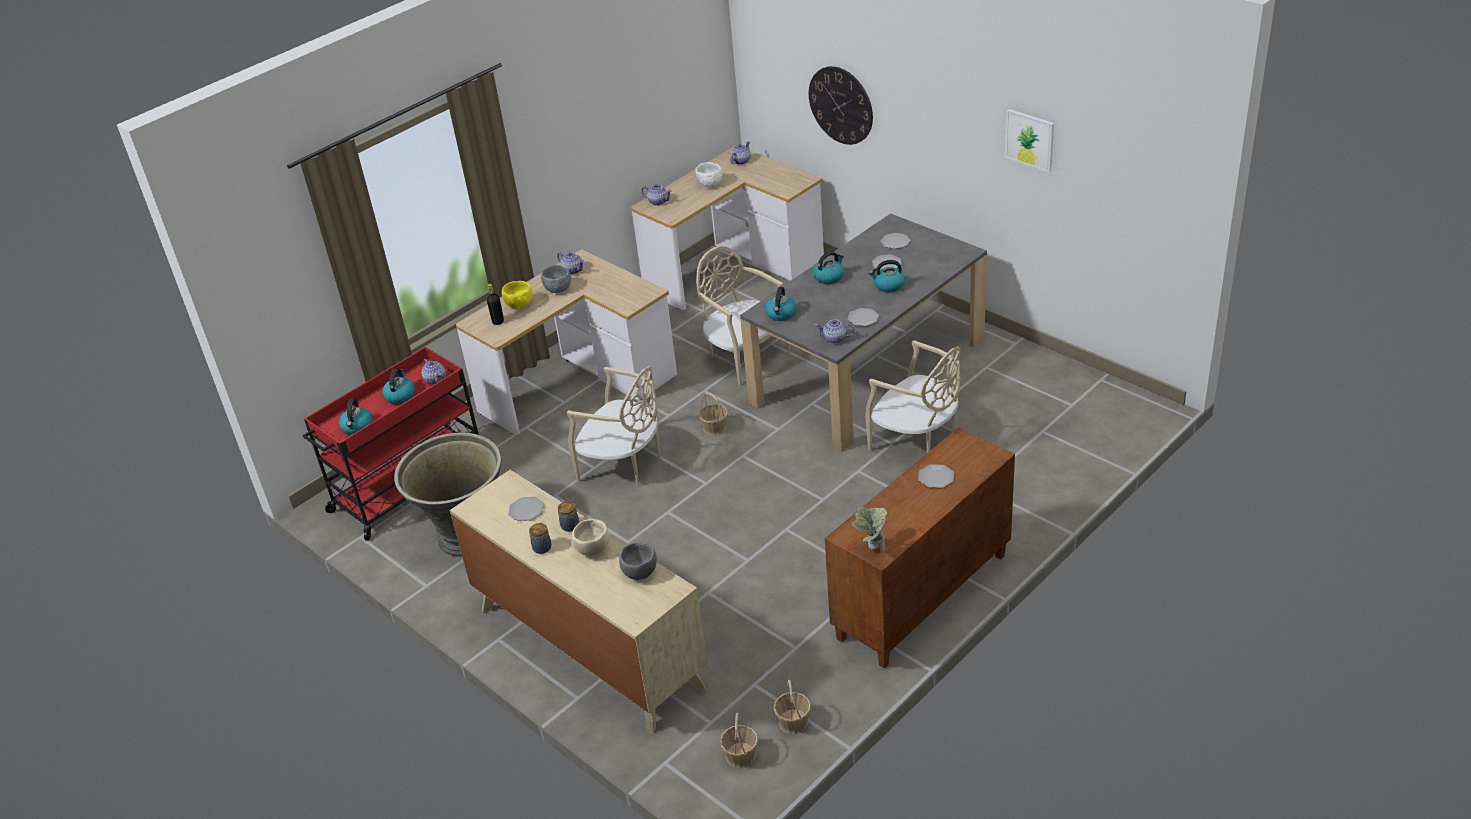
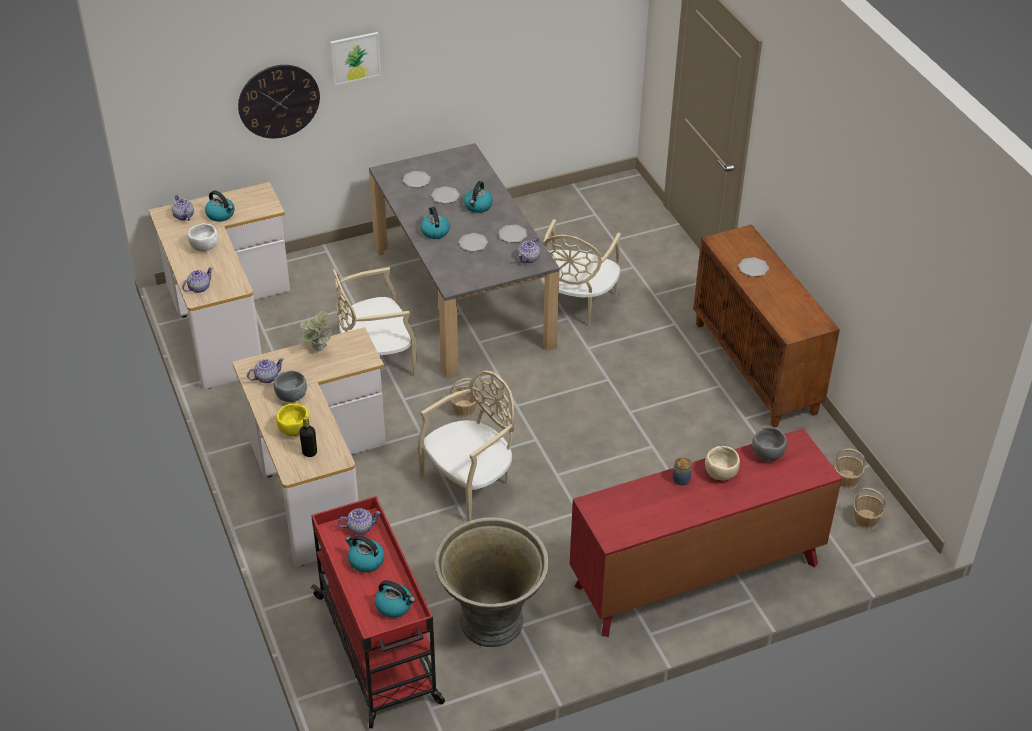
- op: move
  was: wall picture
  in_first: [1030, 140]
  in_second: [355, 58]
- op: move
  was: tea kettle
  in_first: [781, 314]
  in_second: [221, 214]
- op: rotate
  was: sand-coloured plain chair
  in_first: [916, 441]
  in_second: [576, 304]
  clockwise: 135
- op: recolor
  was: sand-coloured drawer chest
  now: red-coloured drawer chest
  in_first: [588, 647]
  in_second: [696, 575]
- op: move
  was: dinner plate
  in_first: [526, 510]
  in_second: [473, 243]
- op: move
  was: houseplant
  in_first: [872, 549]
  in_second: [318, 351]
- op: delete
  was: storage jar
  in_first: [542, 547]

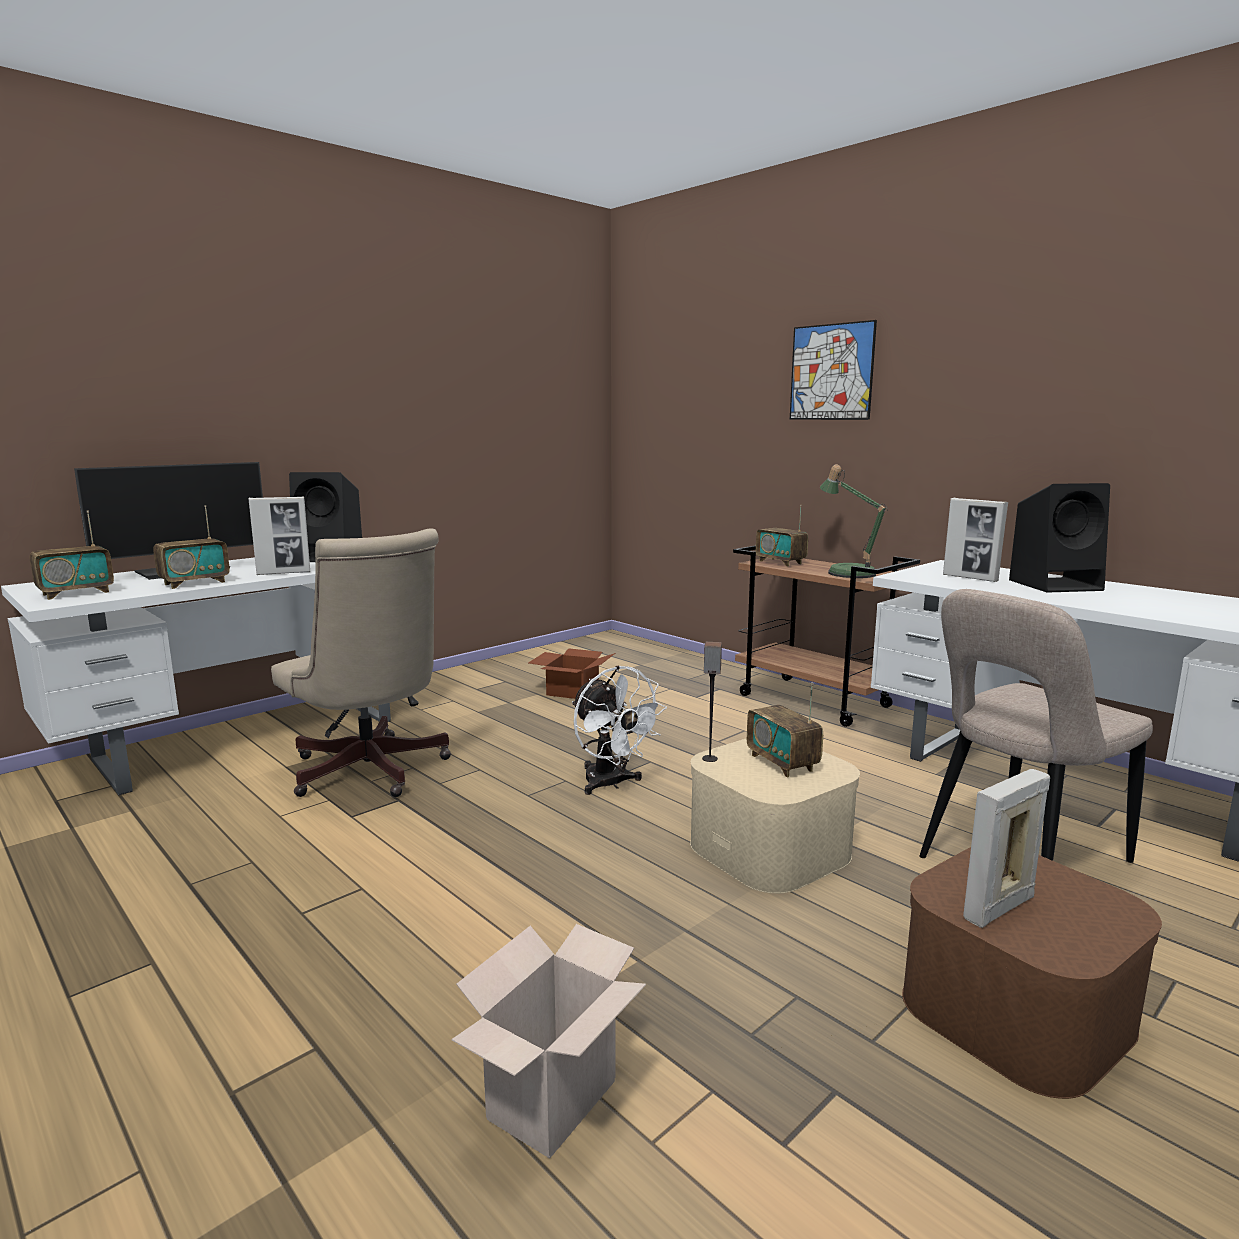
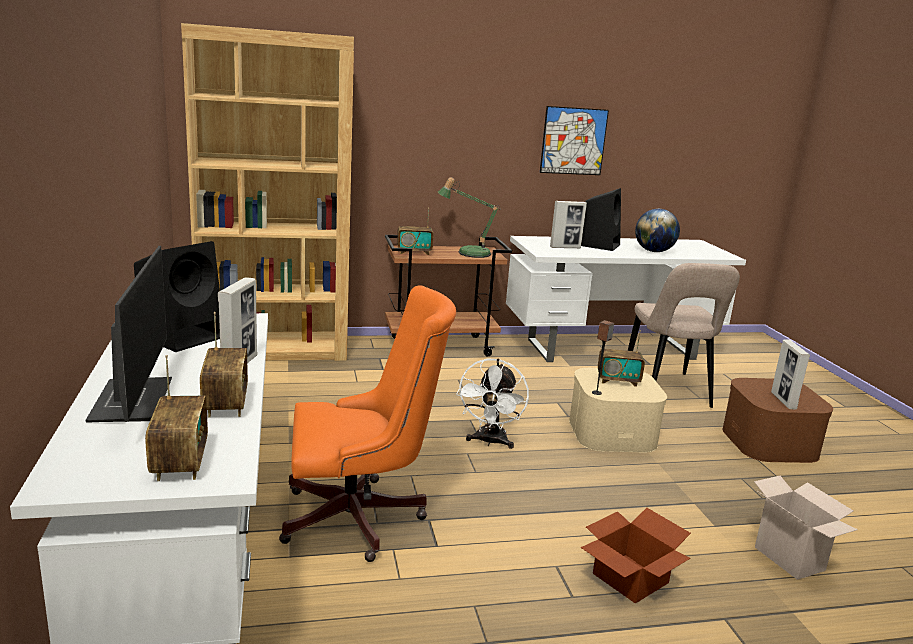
- op: move
  was: wall picture
  in_first: [831, 372]
  in_second: [573, 141]
- op: recolor
  was: sand-coloured computer chair
  now: orangey computer chair
  in_first: [371, 773]
  in_second: [361, 519]
- op: move
  was: cardboard box
  in_first: [571, 690]
  in_second: [628, 578]
- op: rotate
  was: white electric fan
  in_first: [611, 784]
  in_second: [490, 442]
  clockwise: 105
- op: insert
  now: brown shelving unit
  in_second: [274, 349]
- op: insert
  now: desk globe
  in_second: [654, 251]

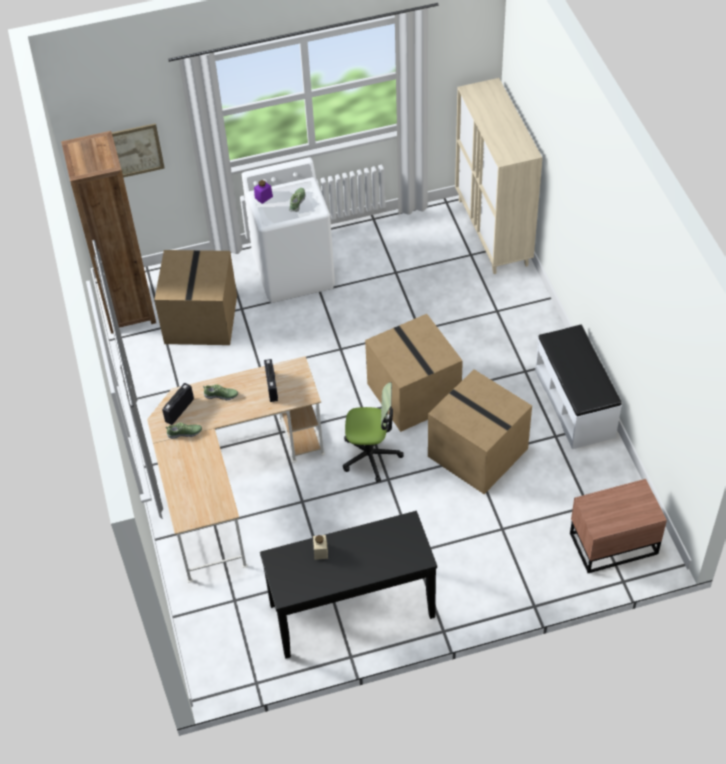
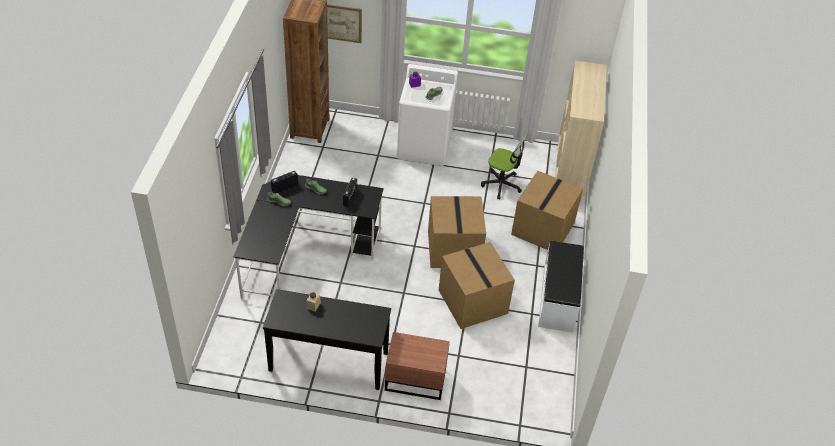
- op: move
  was: cardboard box
  in_first: [200, 318]
  in_second: [542, 227]
- op: recolor
  was: sand-coloured desk
  now: black-coloured desk
  in_first: [229, 482]
  in_second: [303, 252]
- op: move
  was: computer chair
  in_first: [371, 455]
  in_second: [501, 184]
- op: move
  was: brown night table
  in_first: [611, 542]
  in_second: [414, 378]

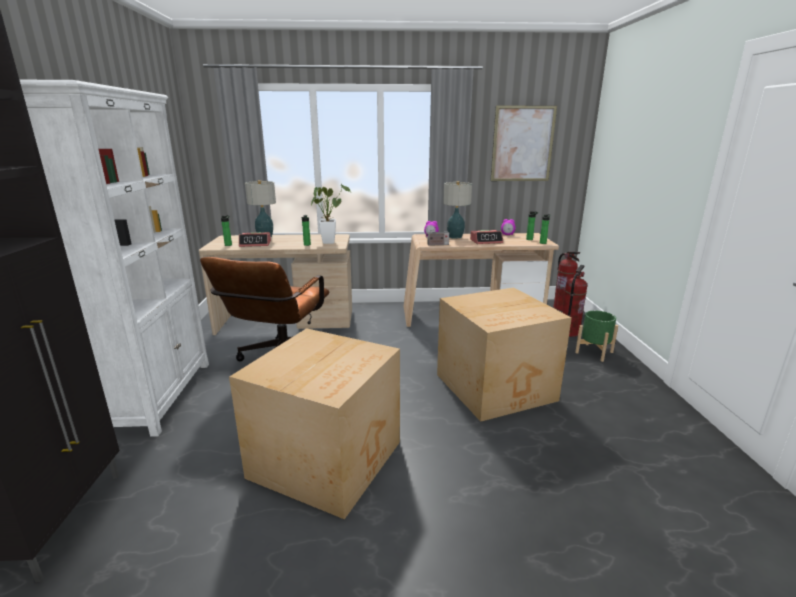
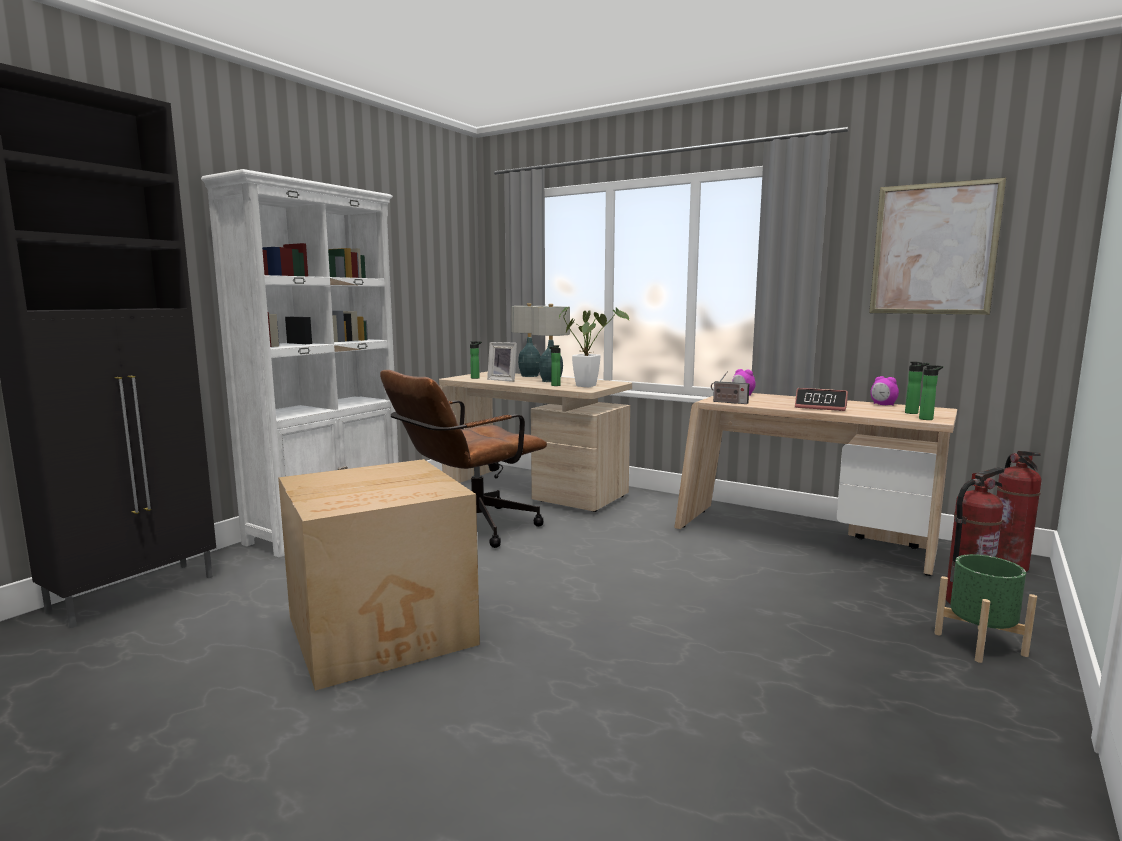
- op: move
  was: lamp for a table
  in_first: [455, 237]
  in_second: [551, 381]
- op: replace
  was: alarm clock
  now: photo frame
  in_first: [255, 244]
  in_second: [503, 380]
- op: delete
  was: cardboard box
  in_first: [497, 387]

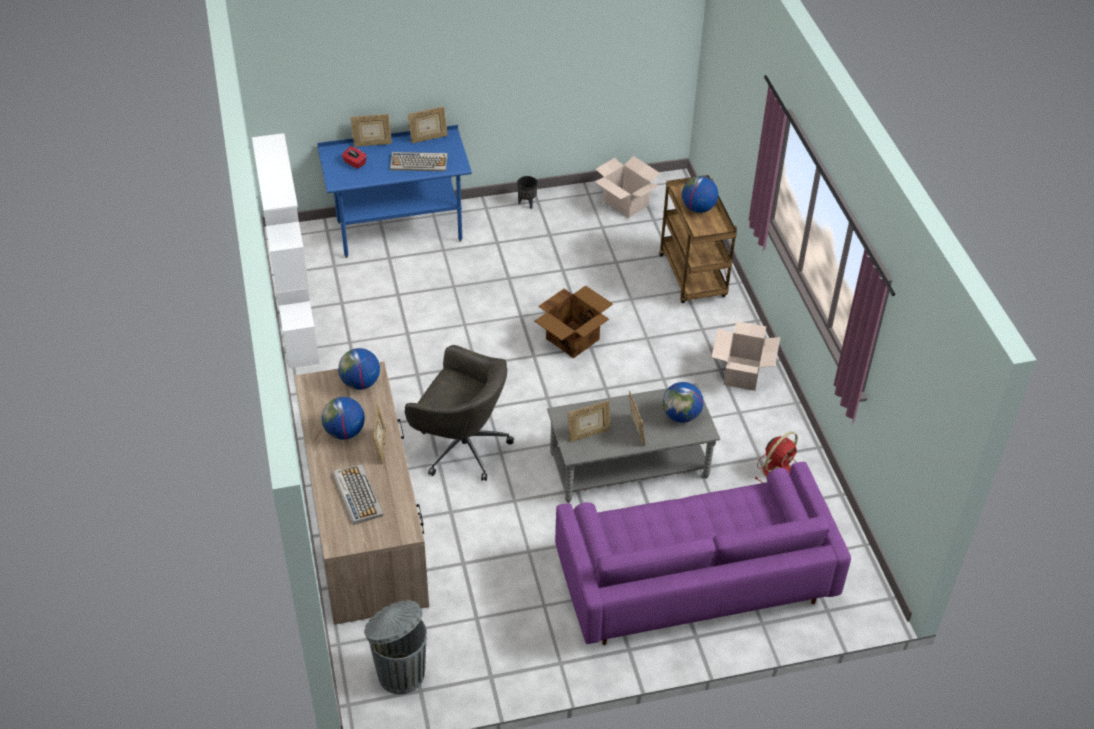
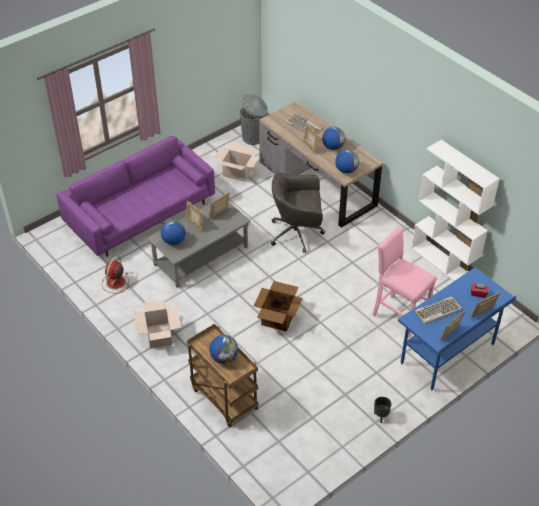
- op: move
  was: cardboard box
  in_first: [626, 203]
  in_second: [237, 173]
- op: insert
  now: pink-coloured sitting stool
  in_second: [399, 315]

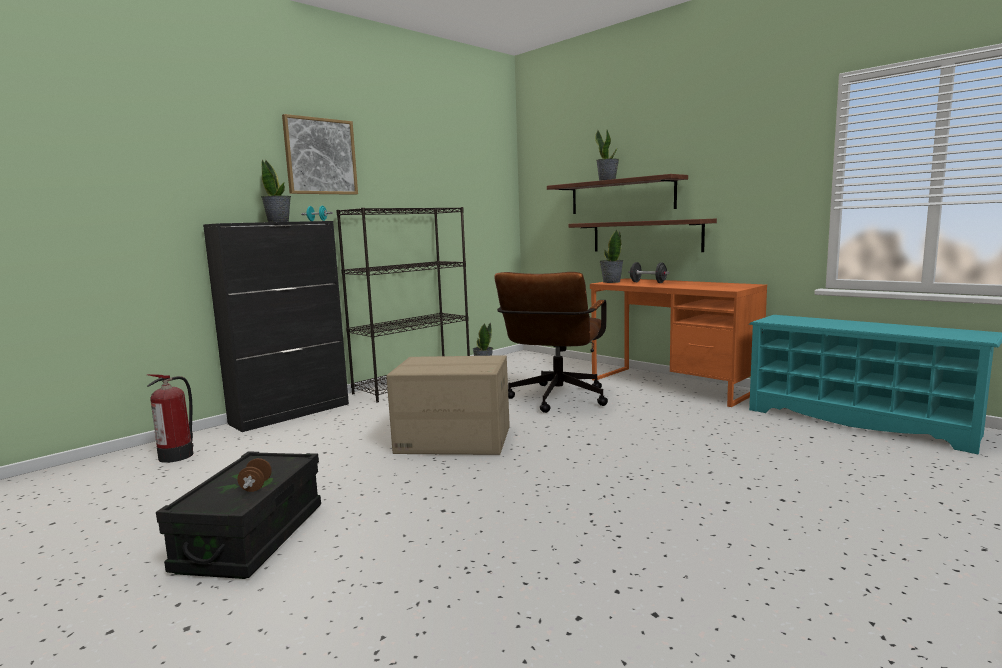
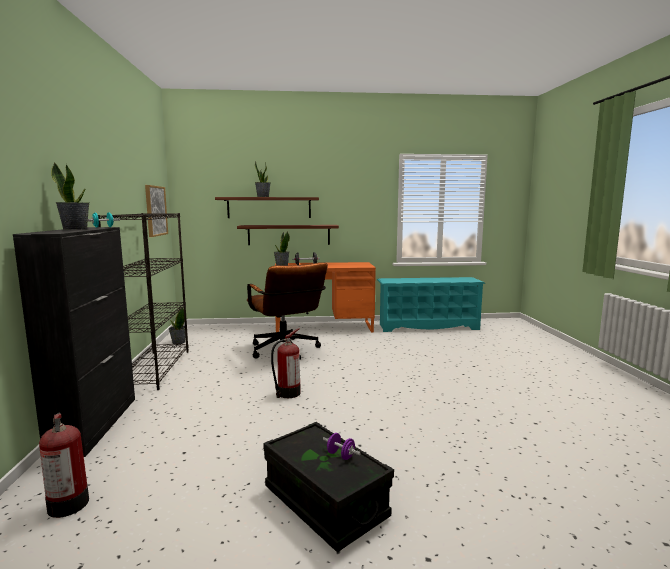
- op: move
  was: wall picture
  in_first: [320, 156]
  in_second: [155, 211]
- op: replace
  was: cardboard box
  now: fire-fighting cylinder
  in_first: [453, 440]
  in_second: [287, 393]
- op: recolor
  was: brown hand weight
  now: purplish hand weight
  in_first: [256, 486]
  in_second: [340, 455]

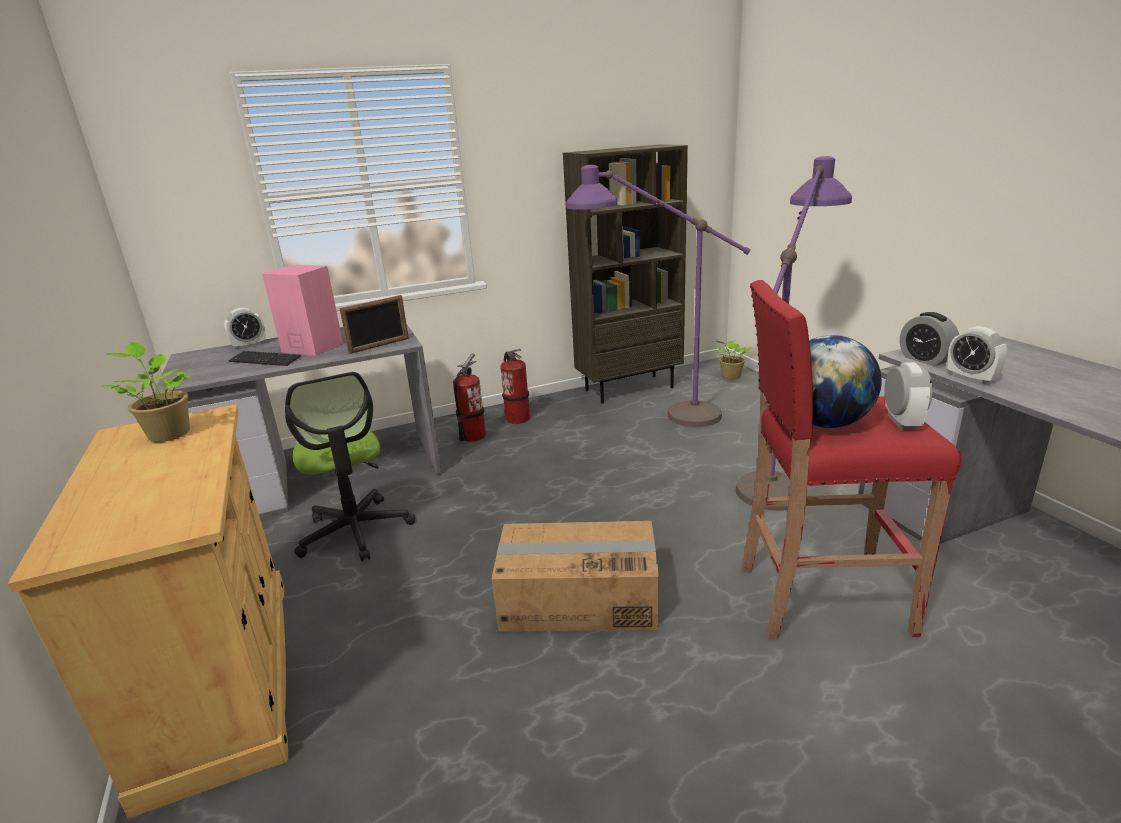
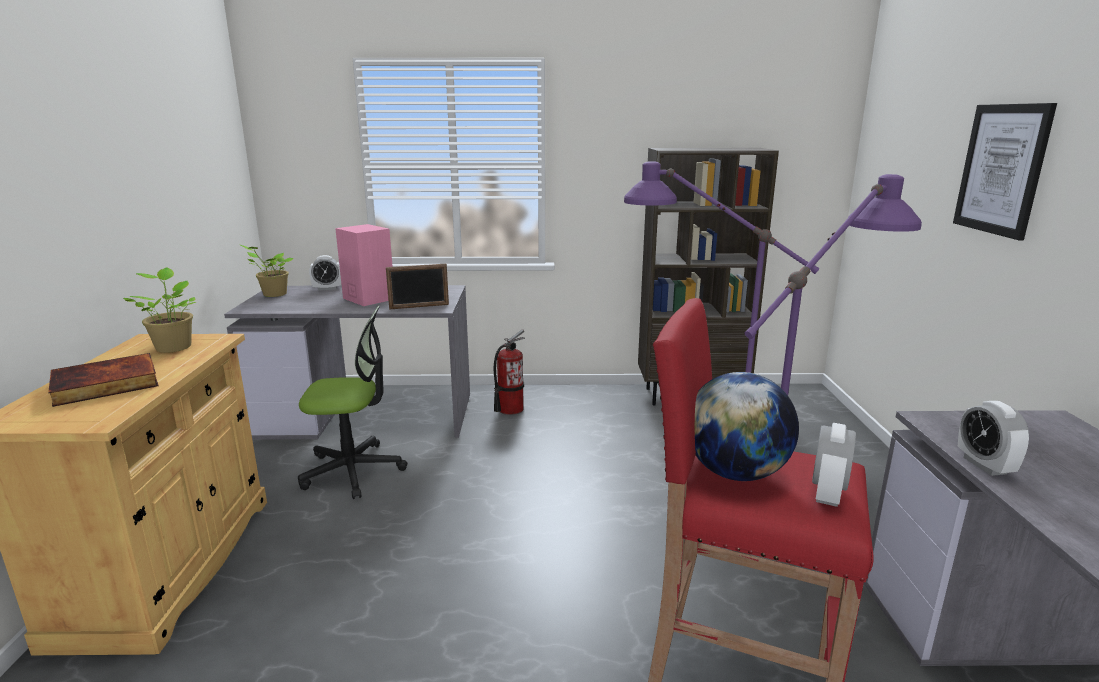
- op: delete
  was: alarm clock
  in_first: [925, 359]
- op: move
  was: houseplant
  in_first: [730, 376]
  in_second: [273, 294]
- op: delete
  was: fire-fighting cylinder
  in_first: [518, 418]
- op: delete
  was: keyboard
  in_first: [265, 360]
- op: rotate
  was: computer chair
  in_first: [355, 531]
  in_second: [353, 470]
  clockwise: -90
- op: delete
  was: cardboard box
  in_first: [578, 598]
- op: insert
  now: wall picture
  in_second: [1001, 169]
- op: insert
  now: volume
  in_second: [105, 385]

